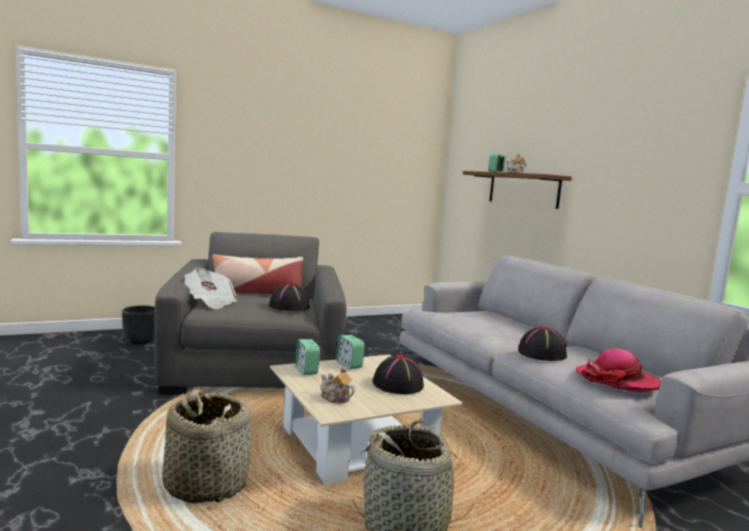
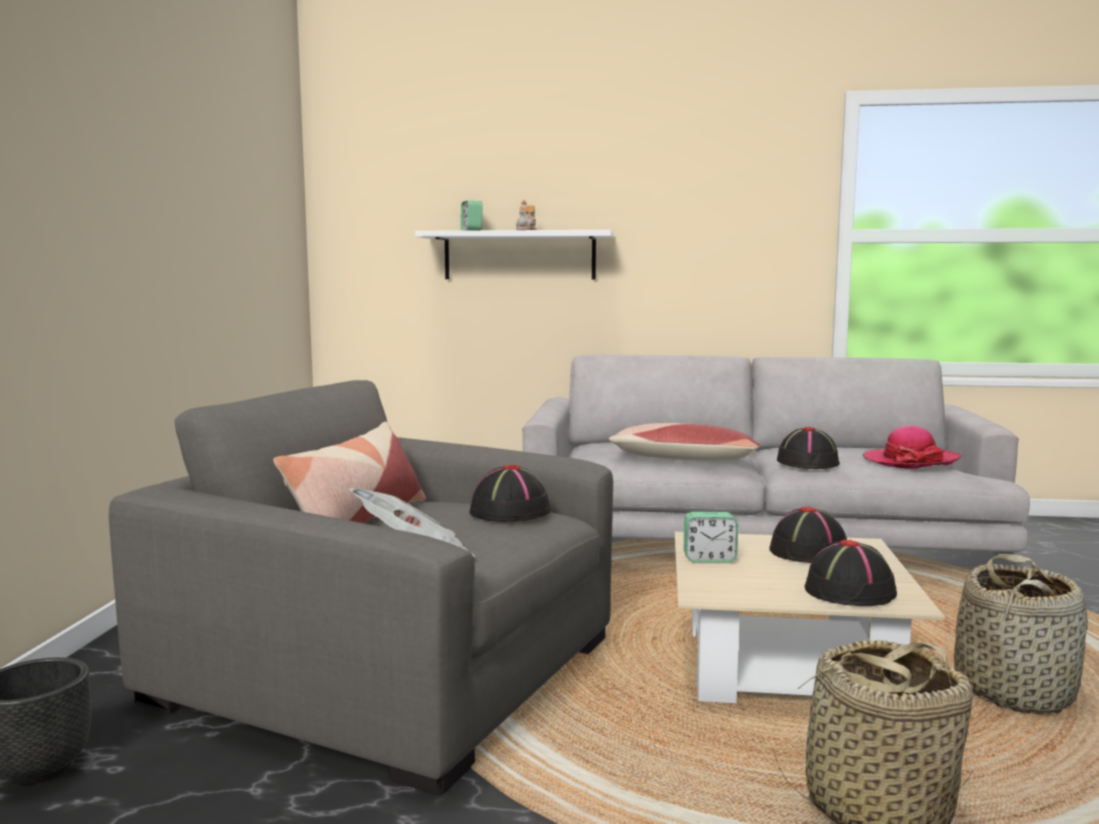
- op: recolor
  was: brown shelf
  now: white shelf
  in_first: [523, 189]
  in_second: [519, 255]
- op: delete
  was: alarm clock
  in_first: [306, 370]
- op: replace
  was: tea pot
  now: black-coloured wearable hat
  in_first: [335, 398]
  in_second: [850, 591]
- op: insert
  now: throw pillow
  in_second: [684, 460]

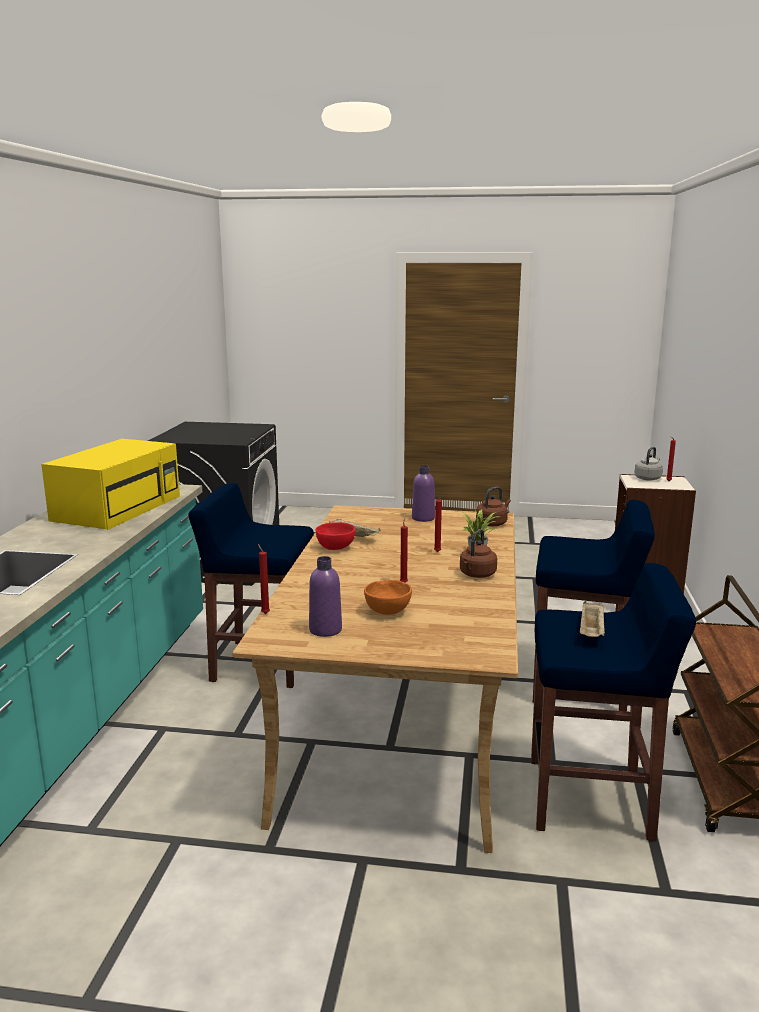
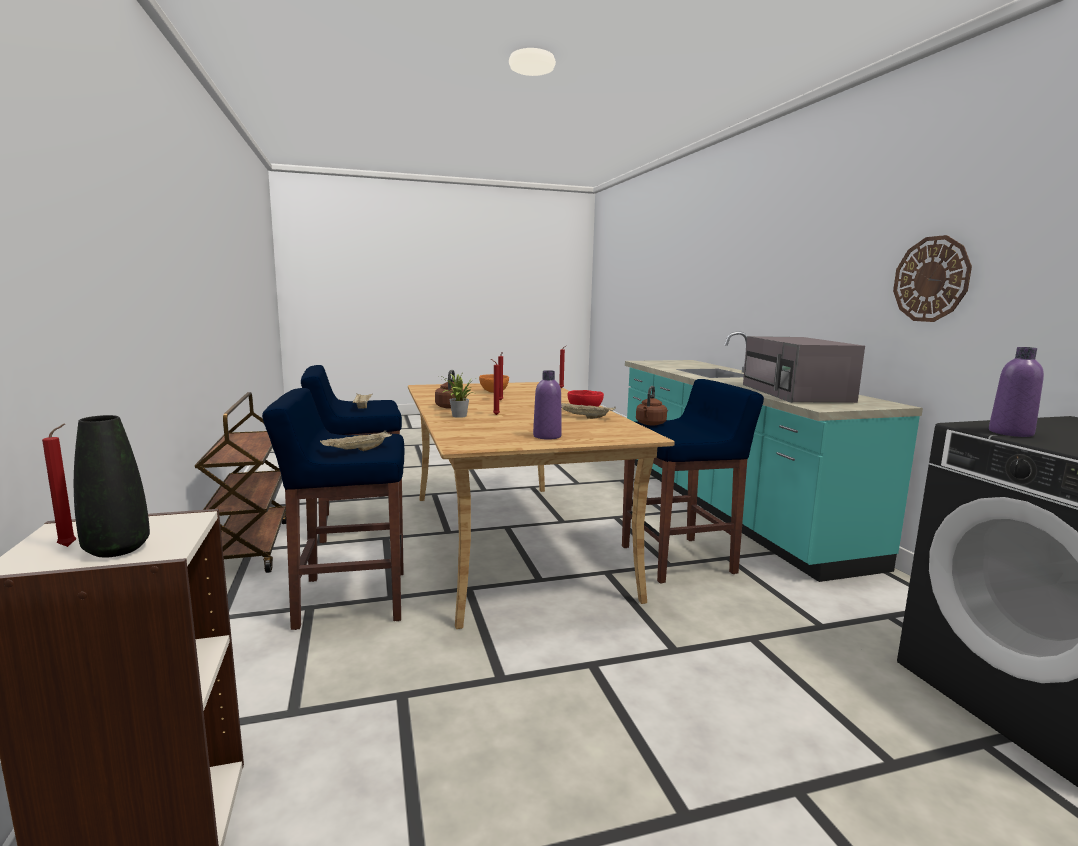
- op: recolor
  was: yellowish microwave oven
  now: gray microwave oven
  in_first: [118, 507]
  in_second: [796, 393]
- op: replace
  was: gray tea kettle
  now: black-coloured flower vase
  in_first: [648, 478]
  in_second: [117, 549]
- op: move
  was: brown tea kettle
  in_first: [492, 523]
  in_second: [650, 424]
- op: move
  was: purplish drink bottle
  in_first: [325, 630]
  in_second: [1010, 433]
- op: insert
  now: clock on the wall
  in_second: [931, 279]
- op: insert
  now: sand-coloured serving tray
  in_second: [357, 451]

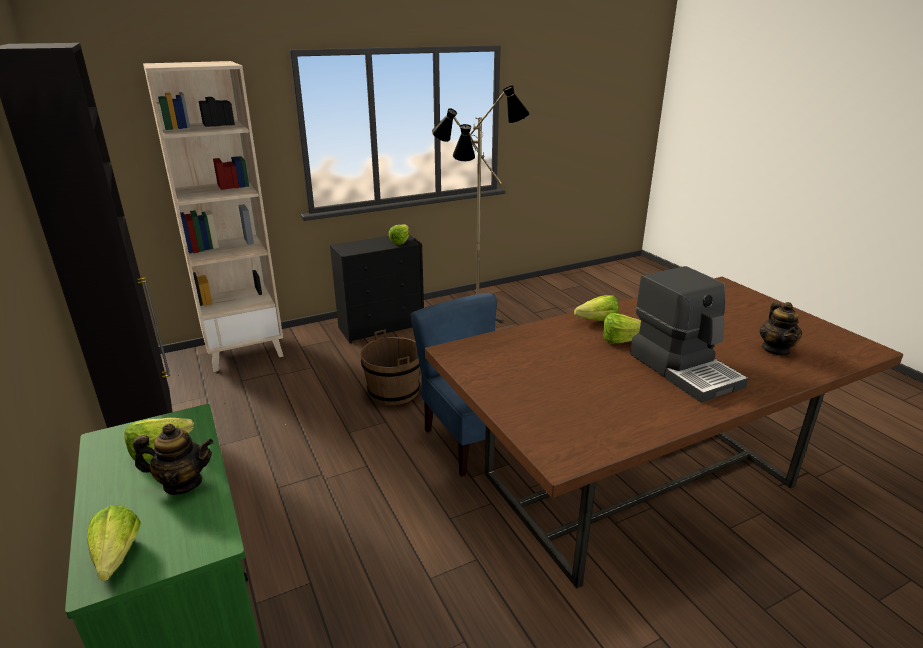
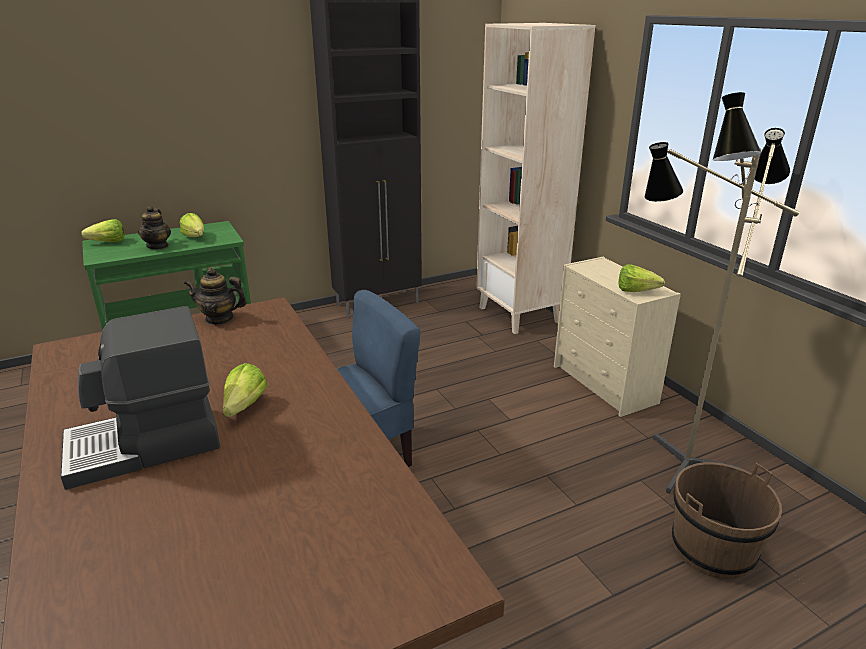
- op: recolor
  was: black-coloured drawer chest
  now: sand-coloured drawer chest
  in_first: [382, 326]
  in_second: [605, 385]
- op: delete
  was: lettuce
  in_first: [593, 321]
- op: move
  was: tea pot
  in_first: [776, 349]
  in_second: [219, 319]
- op: move
  was: brown water bucket
  in_first: [394, 391]
  in_second: [713, 549]

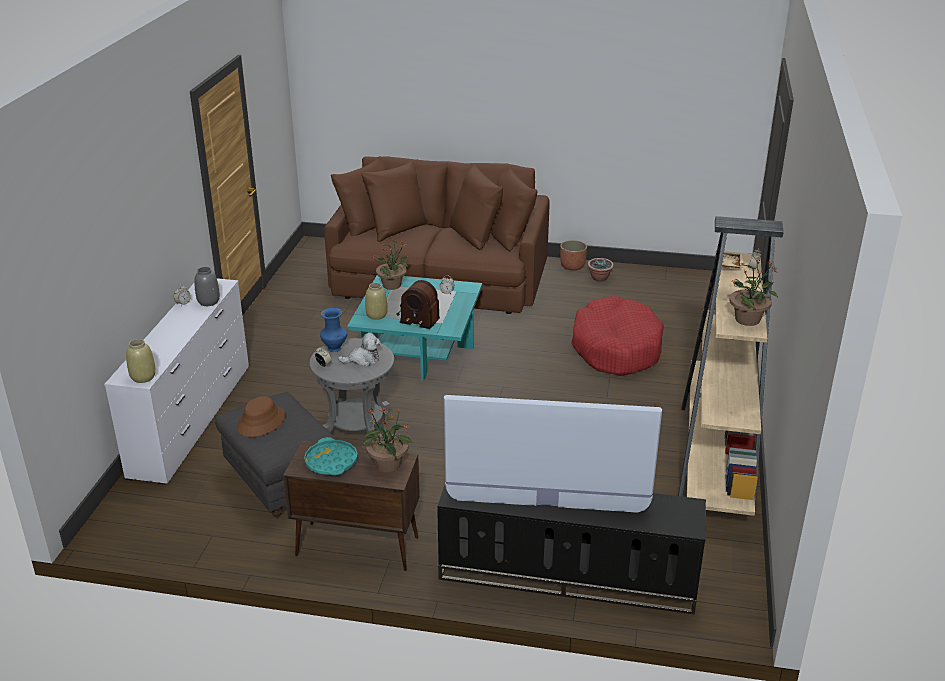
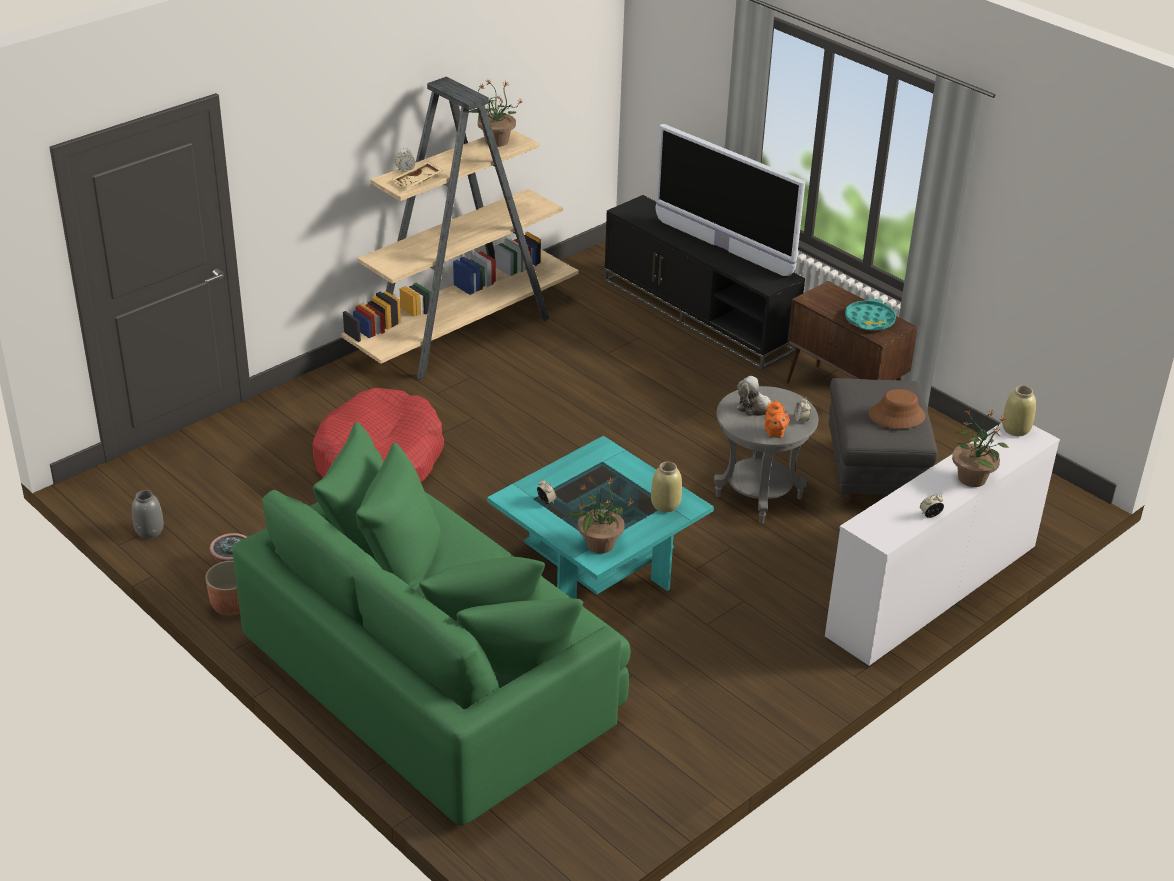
- op: recolor
  was: brown sofa
  now: green-coloured sofa
  in_first: [440, 278]
  in_second: [434, 676]
- op: move
  was: gray flower vase
  in_first: [208, 302]
  in_second: [150, 531]
- op: delete
  was: radio receiver
  in_first: [418, 316]
- op: replace
  was: blue flower vase
  now: orangey tea pot
  in_first: [335, 348]
  in_second: [774, 433]
- op: move
  was: houseplant
  in_first: [388, 465]
  in_second: [972, 478]

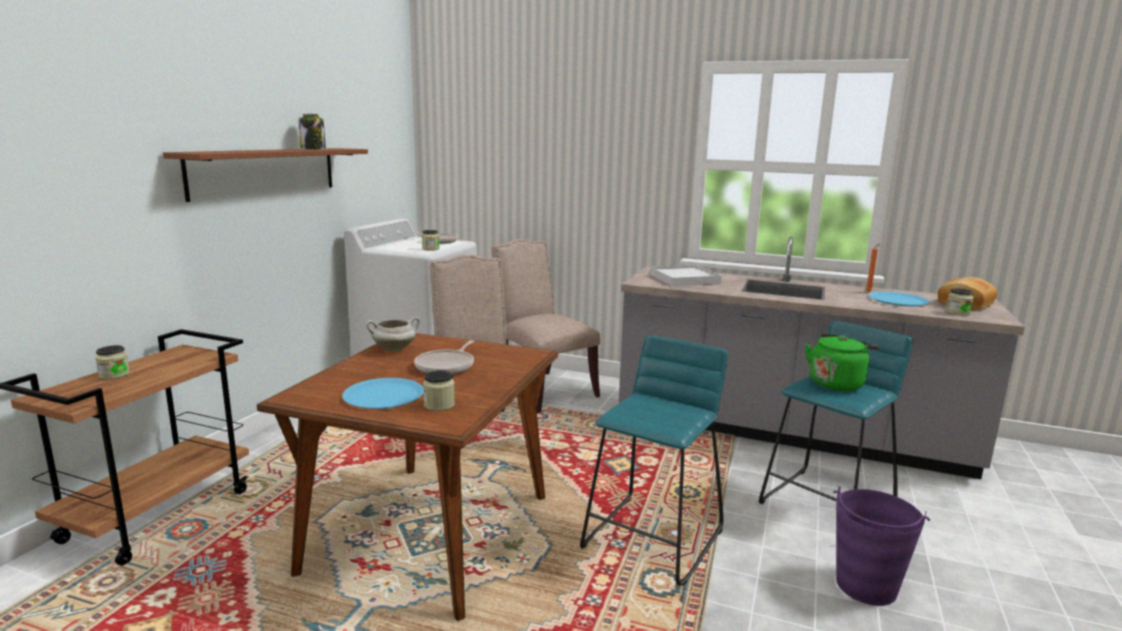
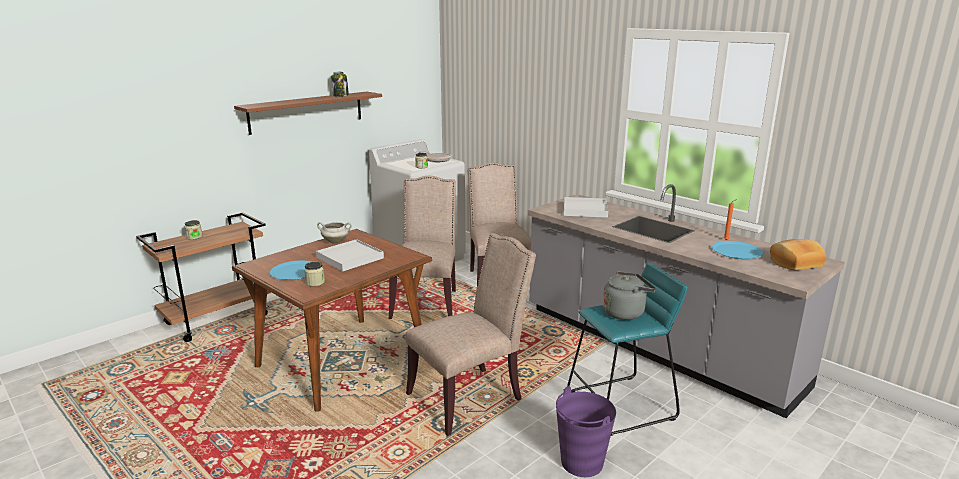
- op: delete
  was: storage jar
  in_first: [957, 313]
- op: recolor
  was: green-coloured tea kettle
  now: gray tea kettle
  in_first: [837, 383]
  in_second: [625, 312]
- op: replace
  was: turquoise-coloured sitting stool
  now: sand-coloured plain chair
  in_first: [653, 539]
  in_second: [469, 396]
- op: replace
  was: skillet
  now: white serving tray
  in_first: [447, 366]
  in_second: [350, 258]

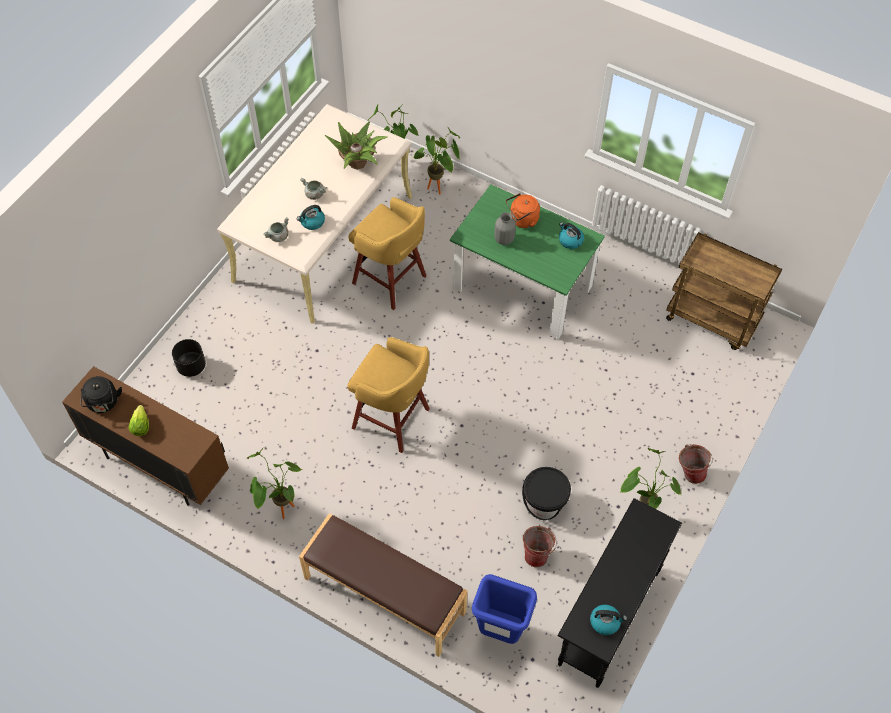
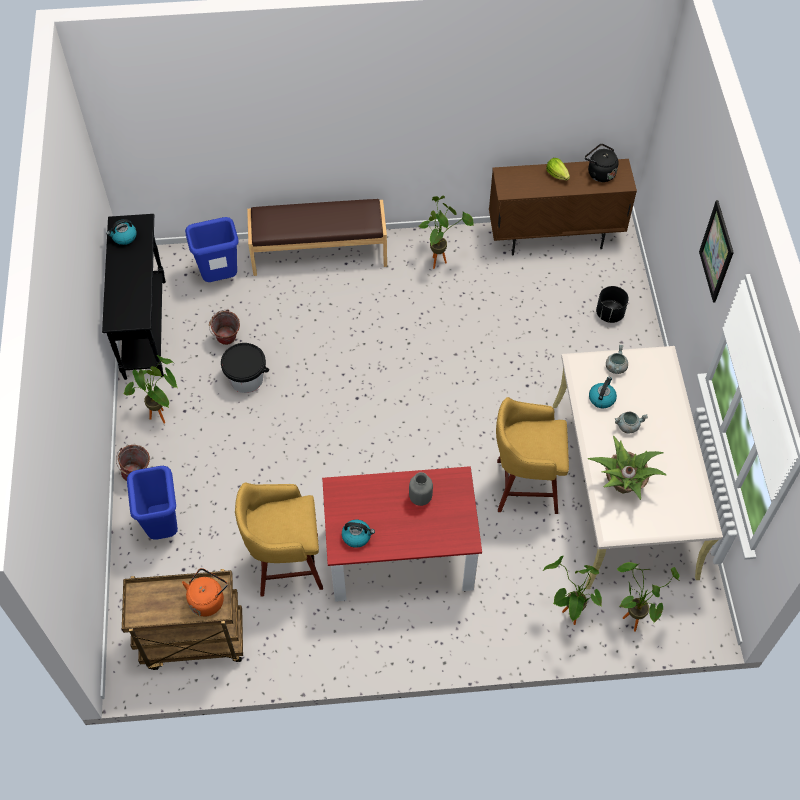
- op: recolor
  was: green-coloured kitchen table
  now: red-coloured kitchen table
  in_first: [522, 288]
  in_second: [400, 557]
- op: move
  was: orangey tea kettle
  in_first: [522, 220]
  in_second: [208, 599]
- op: move
  was: yellowish sitting stool
  in_first: [393, 420]
  in_second: [286, 564]
- op: insert
  now: wall picture
  in_second: [716, 252]
- op: insert
  now: blue rubbish bin
  in_second: [164, 527]

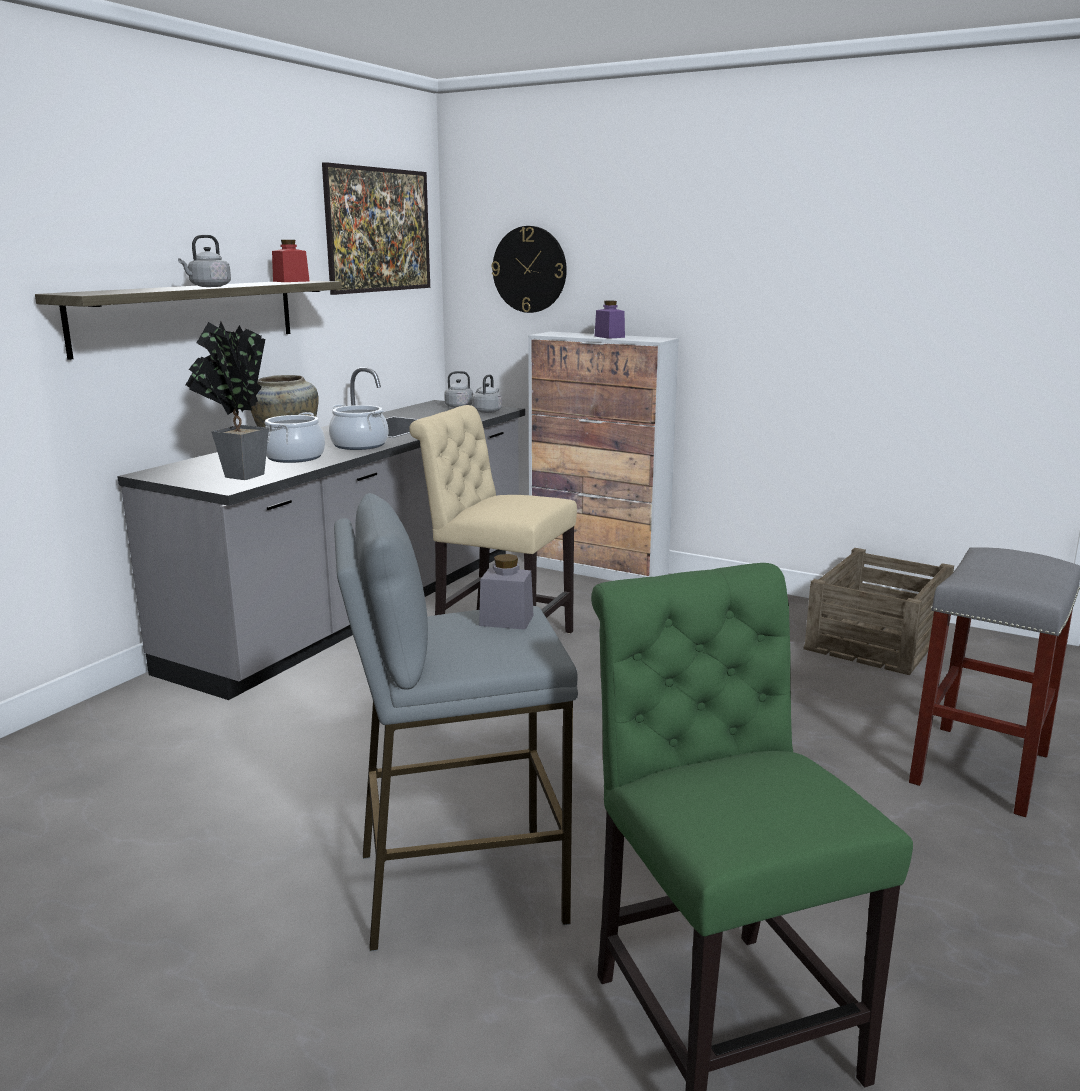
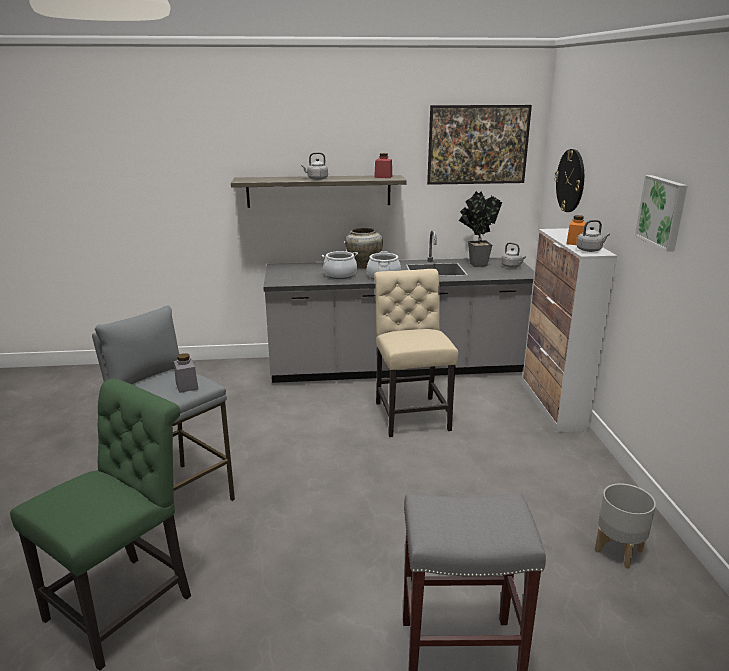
- op: recolor
  was: purplish storage jar
  now: orangey storage jar
  in_first: [609, 337]
  in_second: [575, 242]
- op: move
  was: houseplant
  in_first: [237, 476]
  in_second: [475, 264]
- op: move
  was: gray tea kettle
  in_first: [488, 411]
  in_second: [590, 250]
- op: replace
  was: shipping crate
  now: gray flower pot
  in_first: [877, 639]
  in_second: [619, 551]
- op: insert
  now: wall picture
  in_second: [663, 212]

